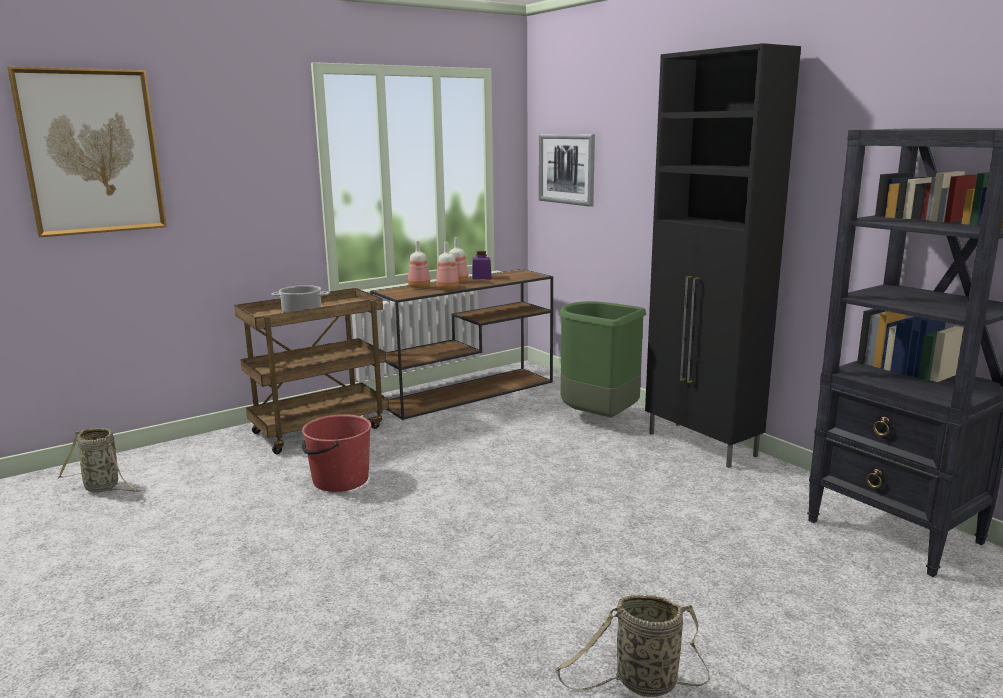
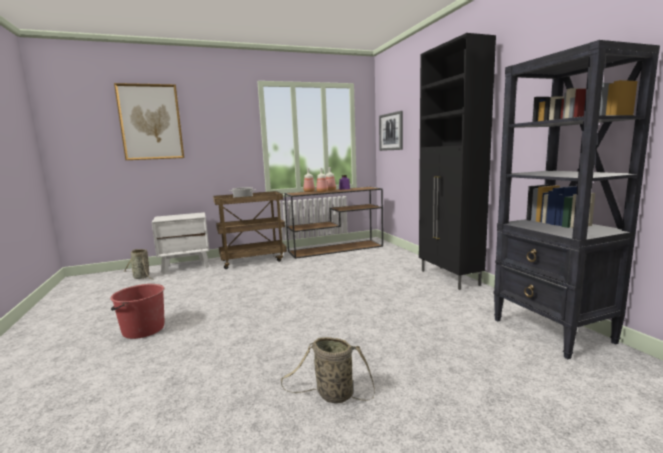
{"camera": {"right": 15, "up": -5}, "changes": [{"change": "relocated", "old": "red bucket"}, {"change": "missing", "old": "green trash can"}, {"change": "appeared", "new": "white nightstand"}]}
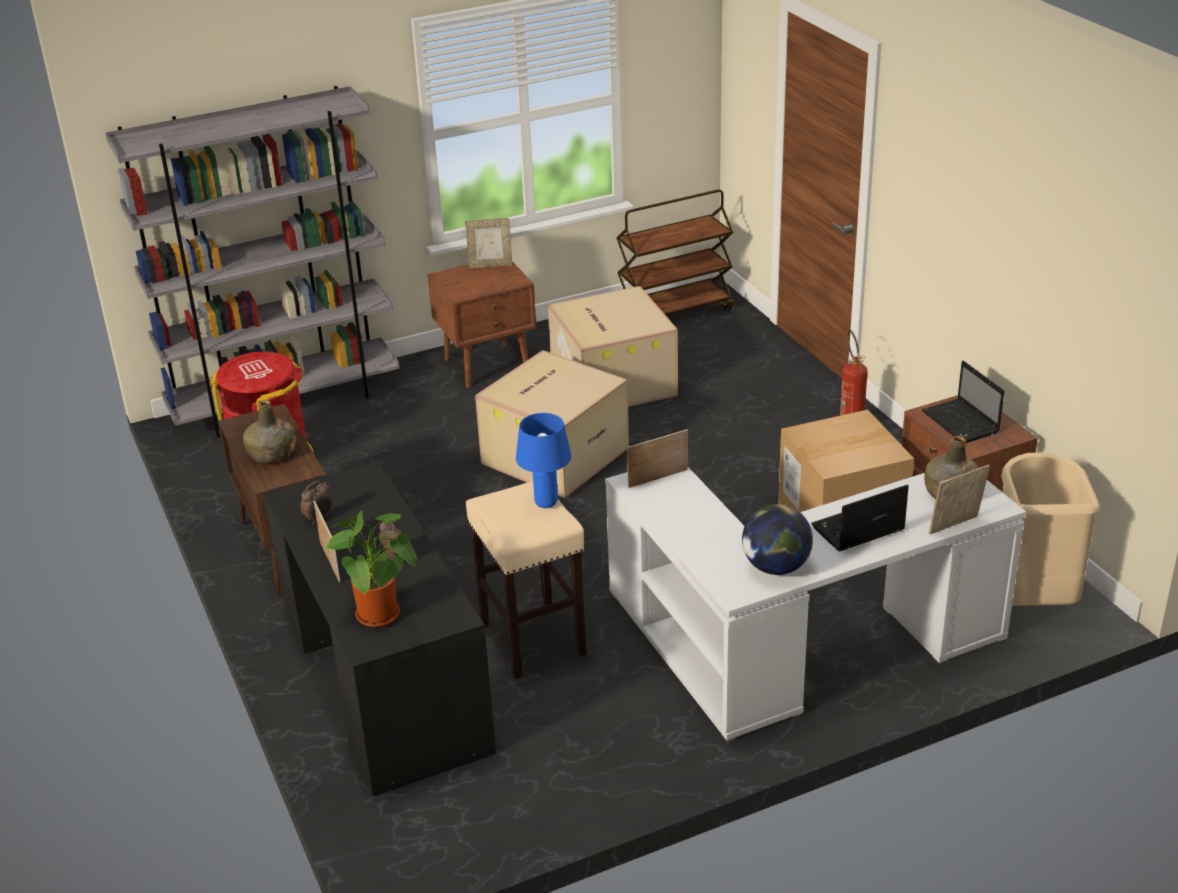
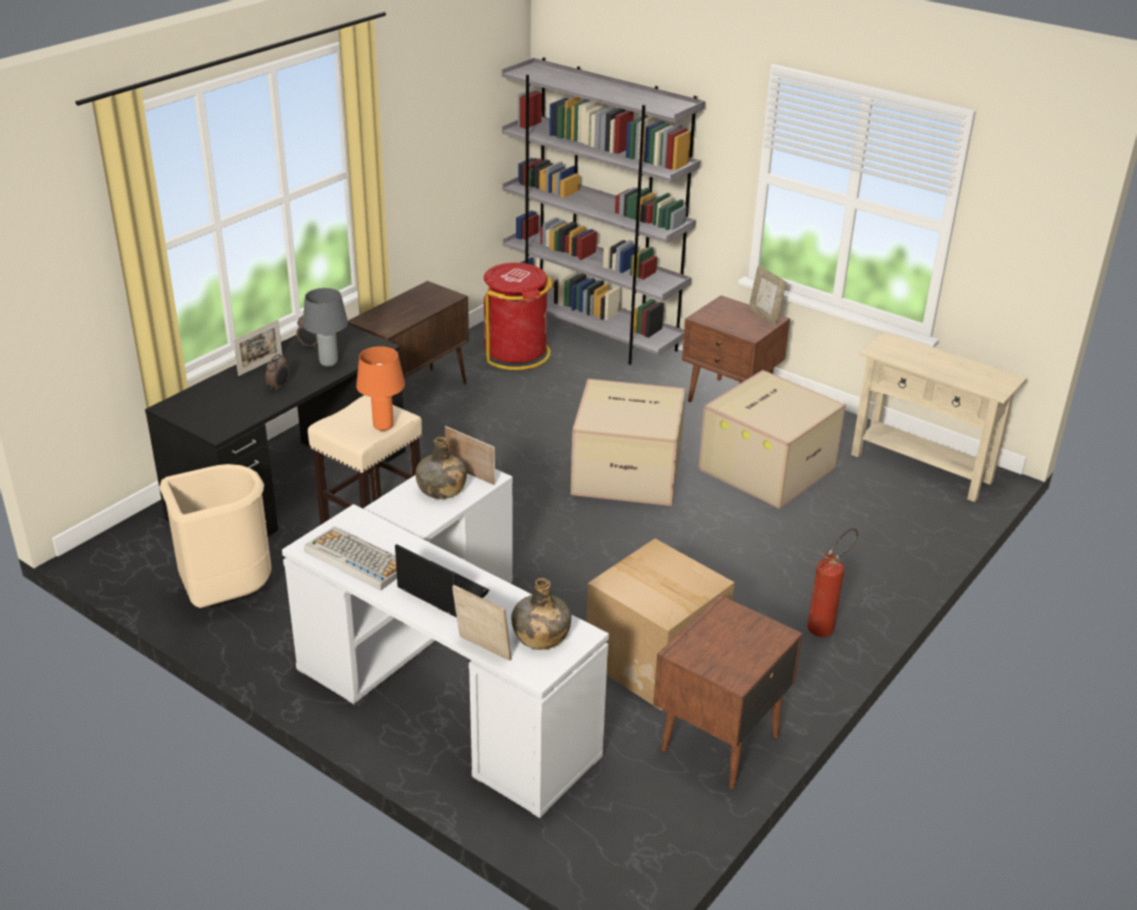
{"camera": {"right": 60, "up": 0}, "changes": [{"change": "relocated", "old": "green bottle (no. 1 from left)"}, {"change": "missing", "old": "potted plant"}, {"change": "colour", "old": "blue table lamp", "new": "orange table lamp"}, {"change": "exchanged", "old": "brown cart", "new": "beige console table"}, {"change": "exchanged", "old": "globe", "new": "keyboard"}, {"change": "missing", "old": "laptop (no. 2 from left)"}, {"change": "relocated", "old": "beige trash can"}, {"change": "appeared", "new": "grey table lamp"}]}
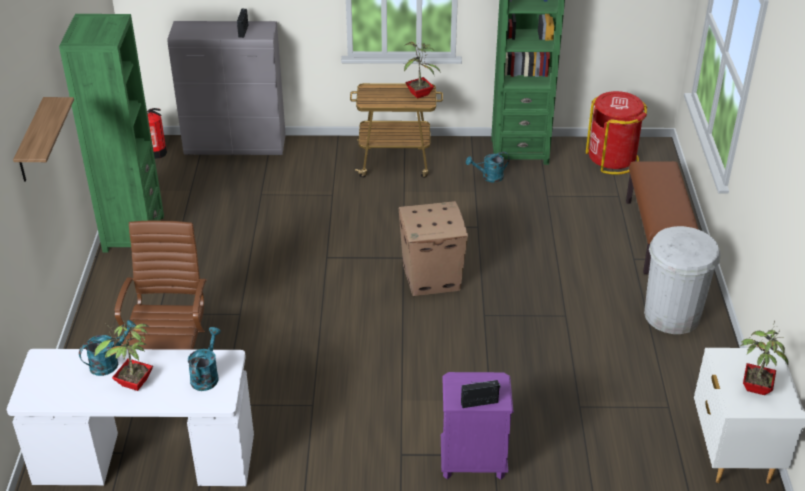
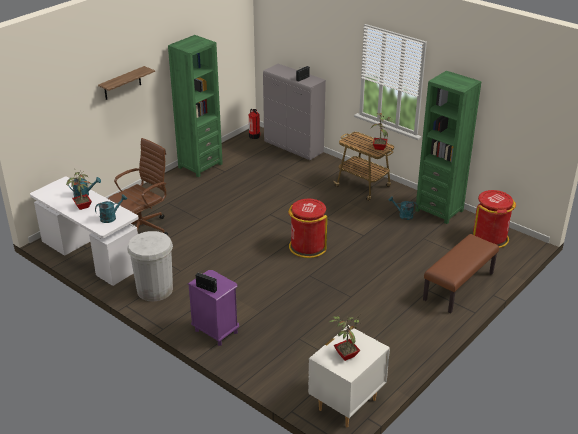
{"camera": {"right": 40, "up": -5}, "changes": [{"change": "exchanged", "old": "cardboard box", "new": "red trash can (no. 1 from left)"}, {"change": "relocated", "old": "white trash can"}]}
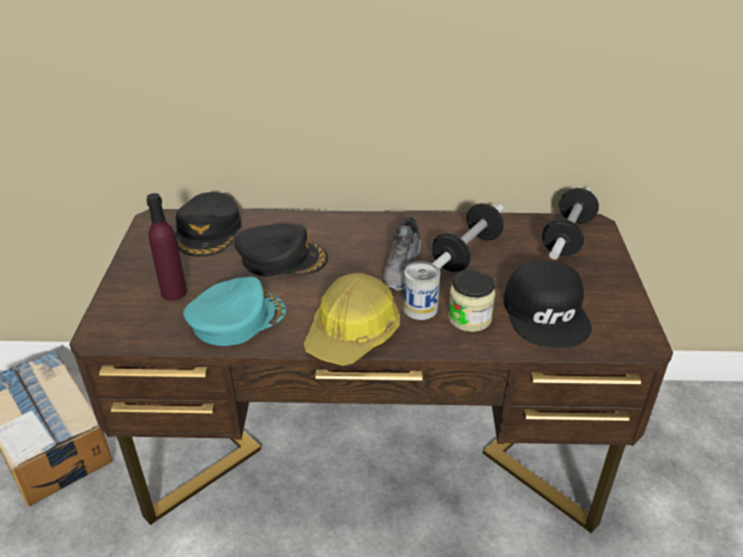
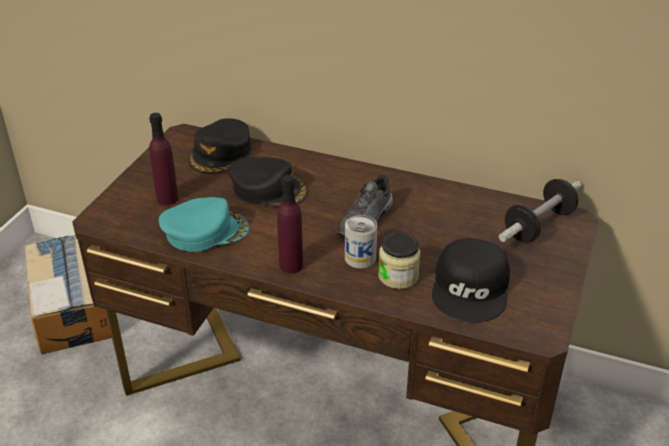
{"camera": {"right": 20, "up": 0}, "changes": [{"change": "exchanged", "old": "hard hat", "new": "purple bottle (no. 2 from left)"}, {"change": "missing", "old": "dumbbell (no. 1 from left)"}]}
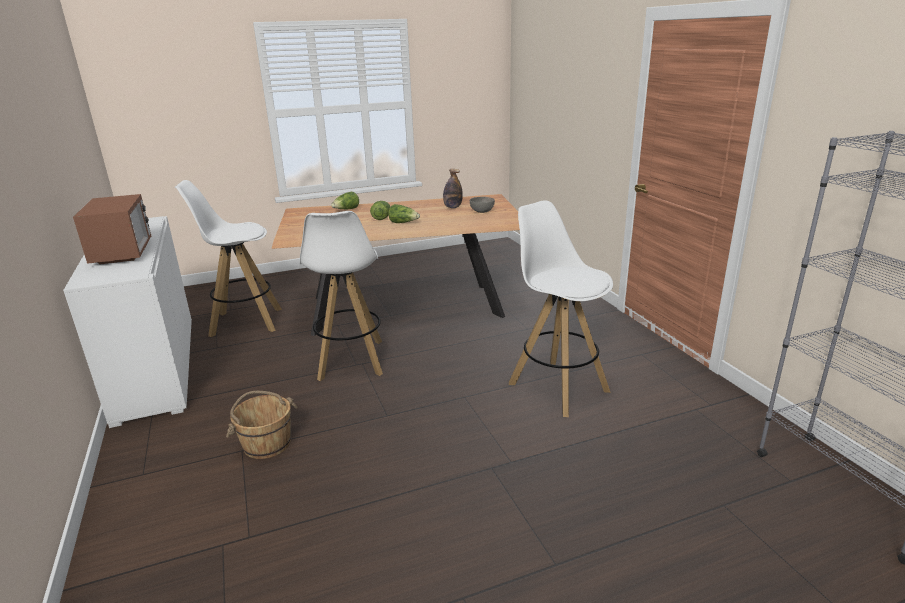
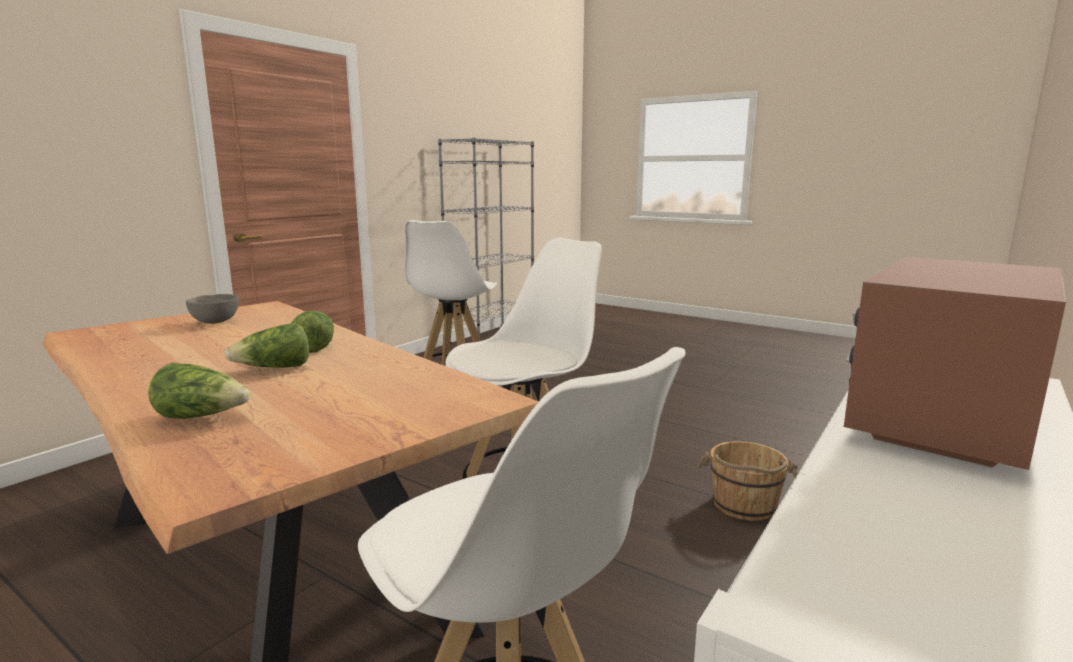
{"camera": {"right": -125, "up": -10}, "changes": [{"change": "missing", "old": "bottle"}]}
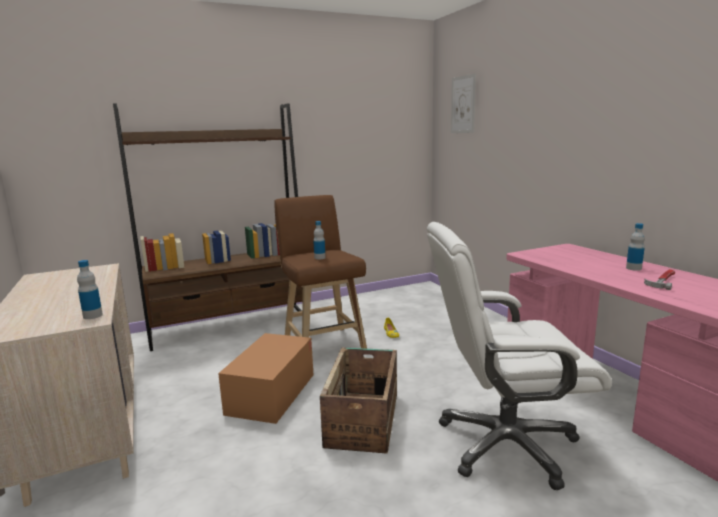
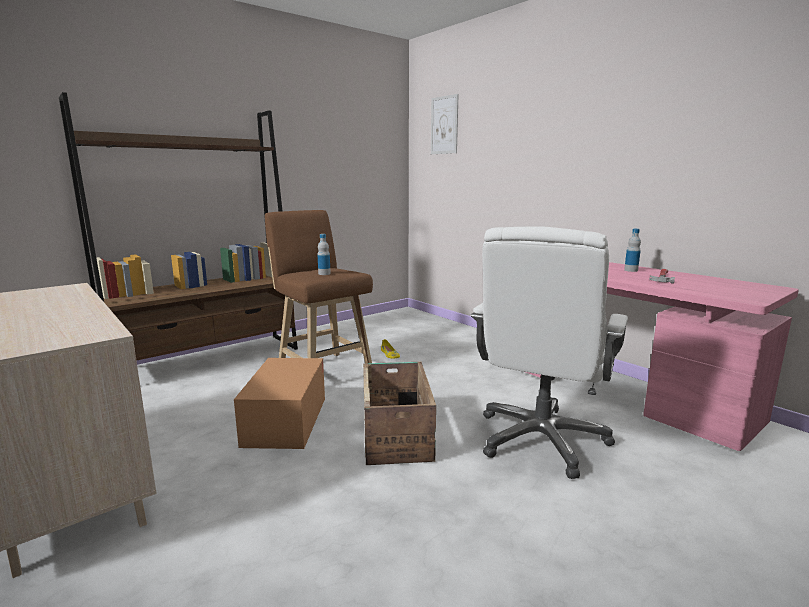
{"camera": {"right": -15, "up": 0}, "changes": [{"change": "missing", "old": "bottle (no. 1 from left)"}, {"change": "spun", "old": "white office chair", "degrees": -45}]}
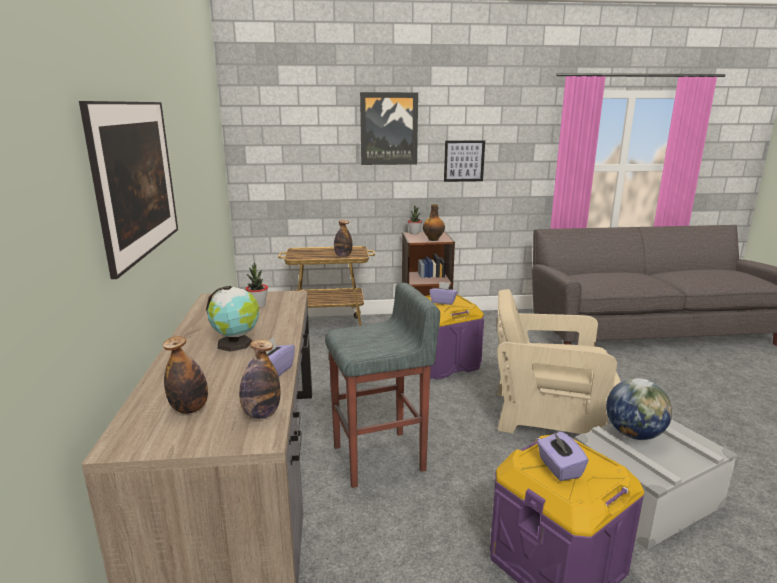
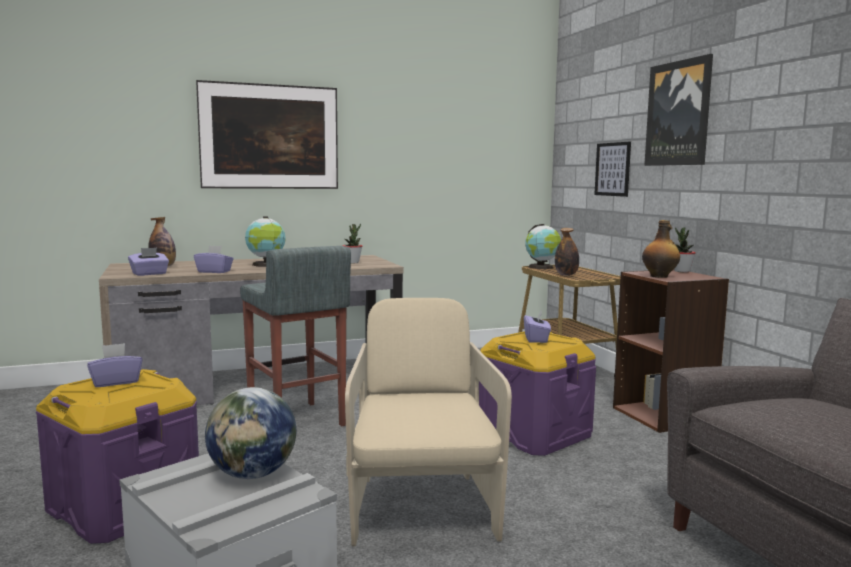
{"camera": {"right": 75, "up": -10}, "changes": [{"change": "exchanged", "old": "bottle (no. 2 from left)", "new": "purple tissue box (no. 2 from left)"}, {"change": "relocated", "old": "picture (no. 3 from left in the first image)", "new": "picture (no. 2 from left)"}, {"change": "appeared", "new": "globe (no. 3 from left)"}]}
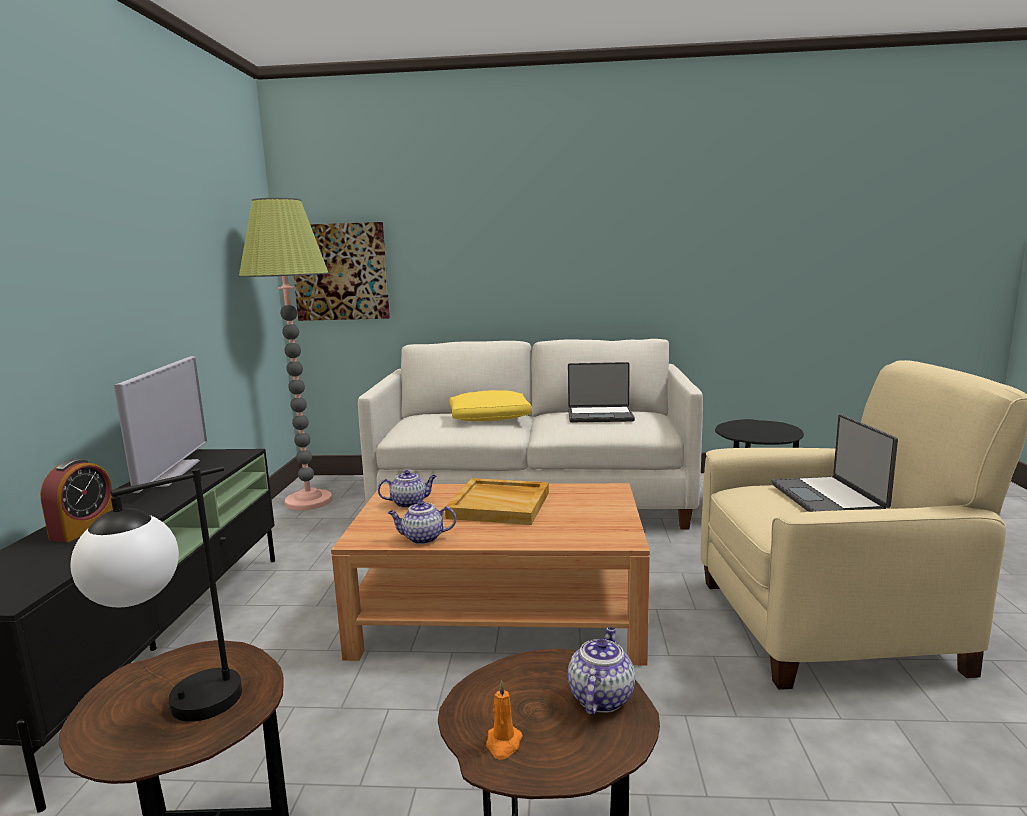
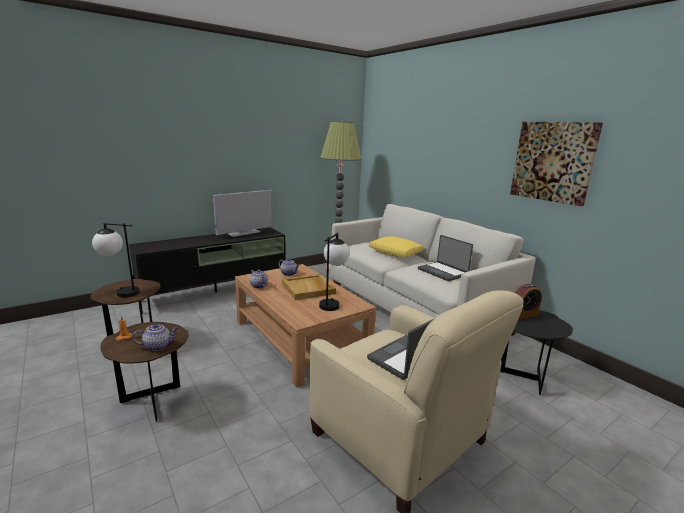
{"camera": {"right": 50, "up": 5}, "changes": [{"change": "relocated", "old": "alarm clock"}, {"change": "relocated", "old": "picture"}, {"change": "appeared", "new": "table lamp (no. 2 from left)"}]}
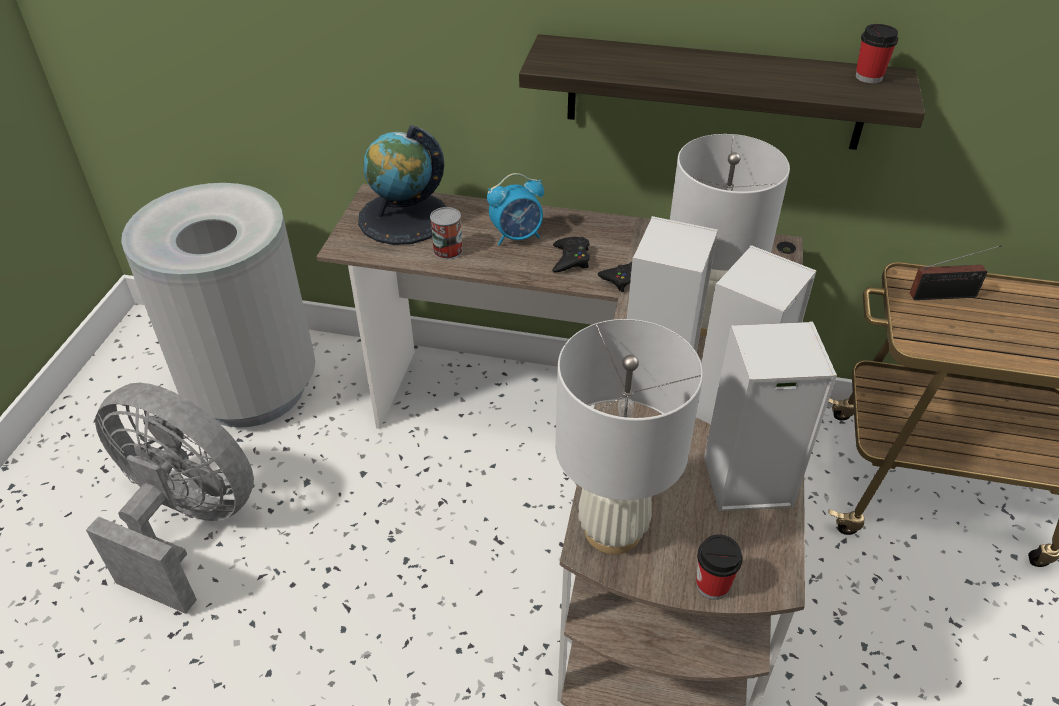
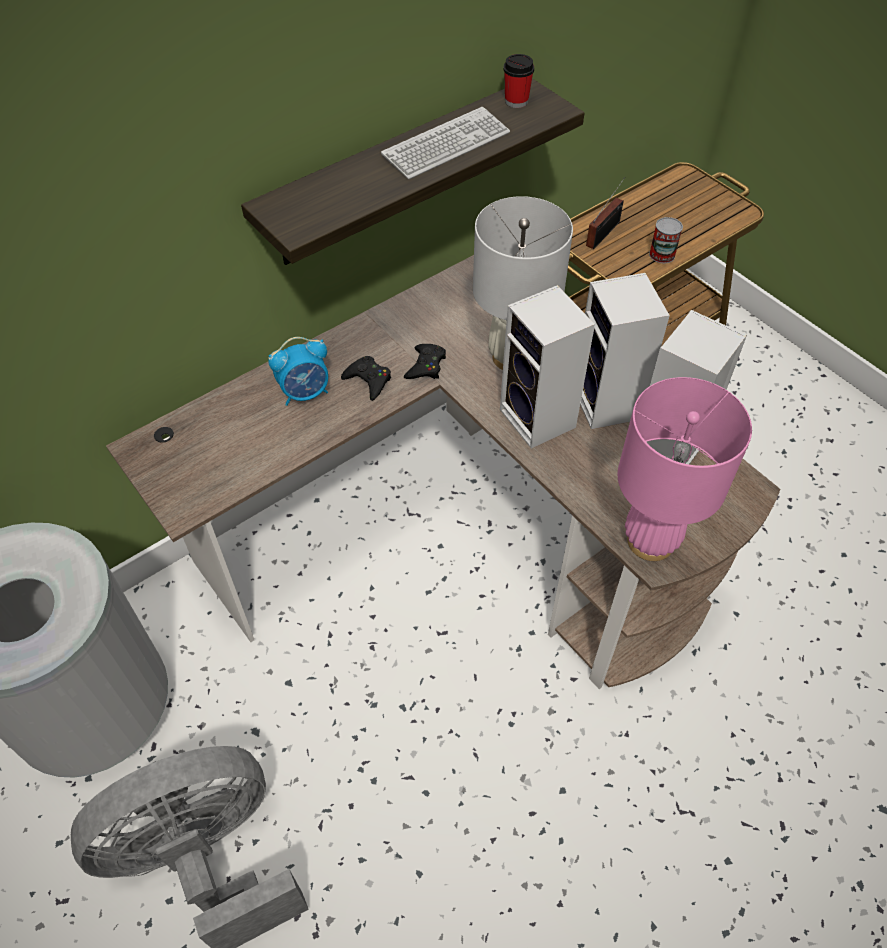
{"camera": {"right": -50, "up": 10}, "changes": [{"change": "missing", "old": "globe"}, {"change": "relocated", "old": "can"}, {"change": "spun", "old": "alarm clock", "degrees": 45}, {"change": "colour", "old": "white table lamp (no. 1 from left)", "new": "pink table lamp"}, {"change": "missing", "old": "cup (no. 1 from left)"}, {"change": "appeared", "new": "keyboard"}]}
